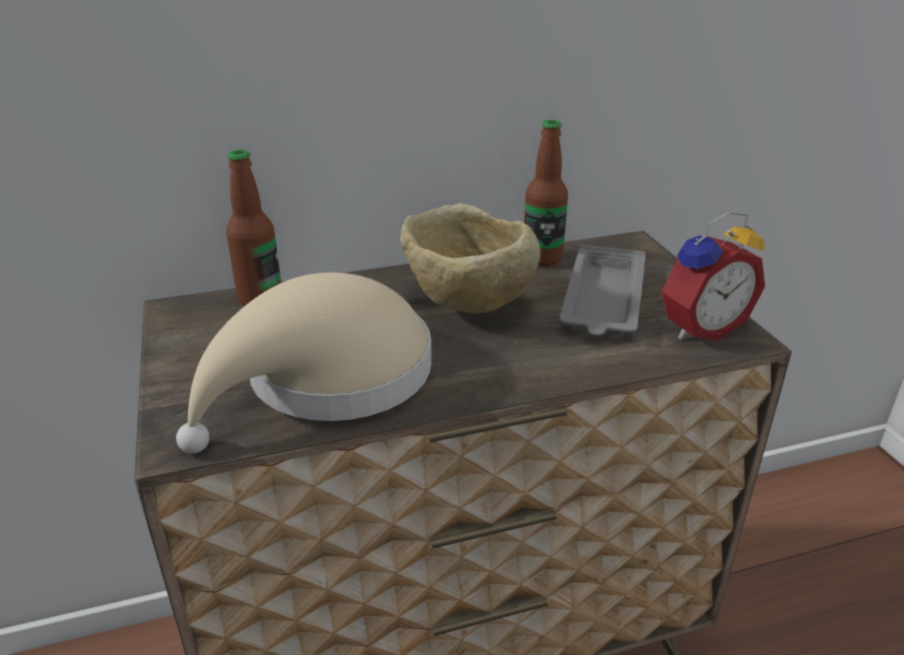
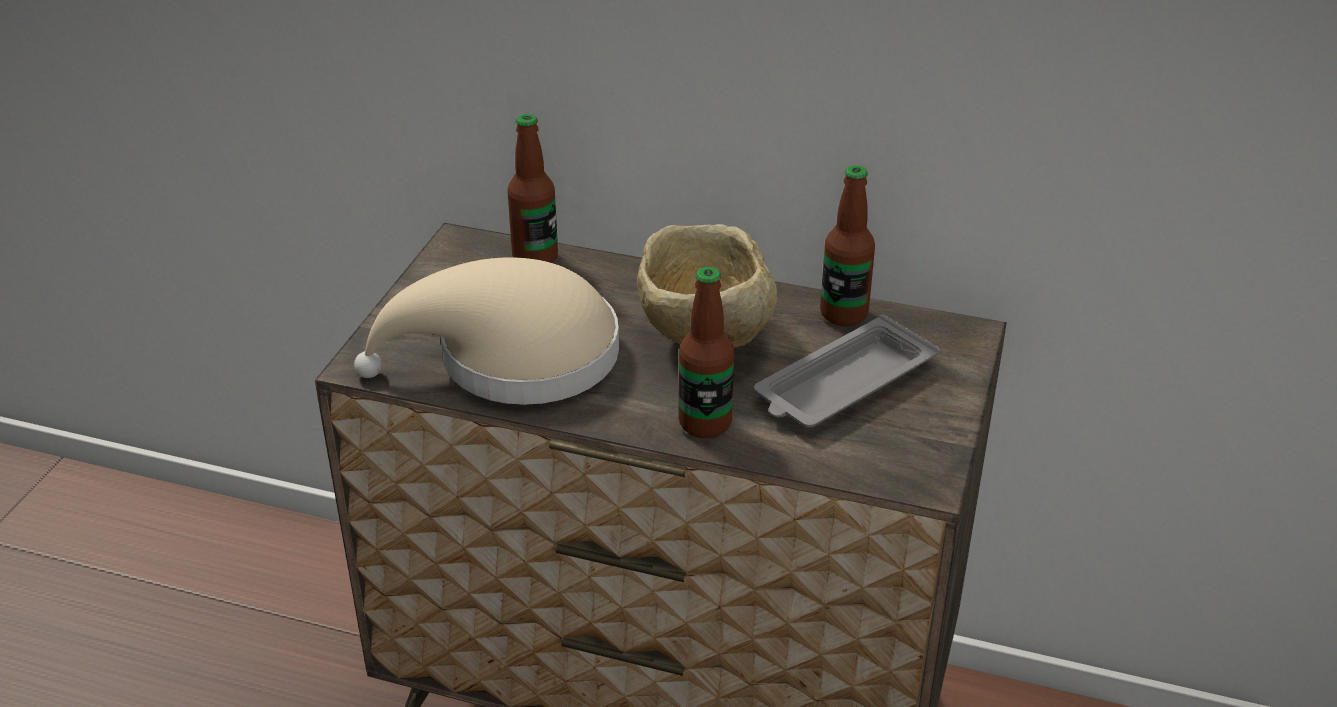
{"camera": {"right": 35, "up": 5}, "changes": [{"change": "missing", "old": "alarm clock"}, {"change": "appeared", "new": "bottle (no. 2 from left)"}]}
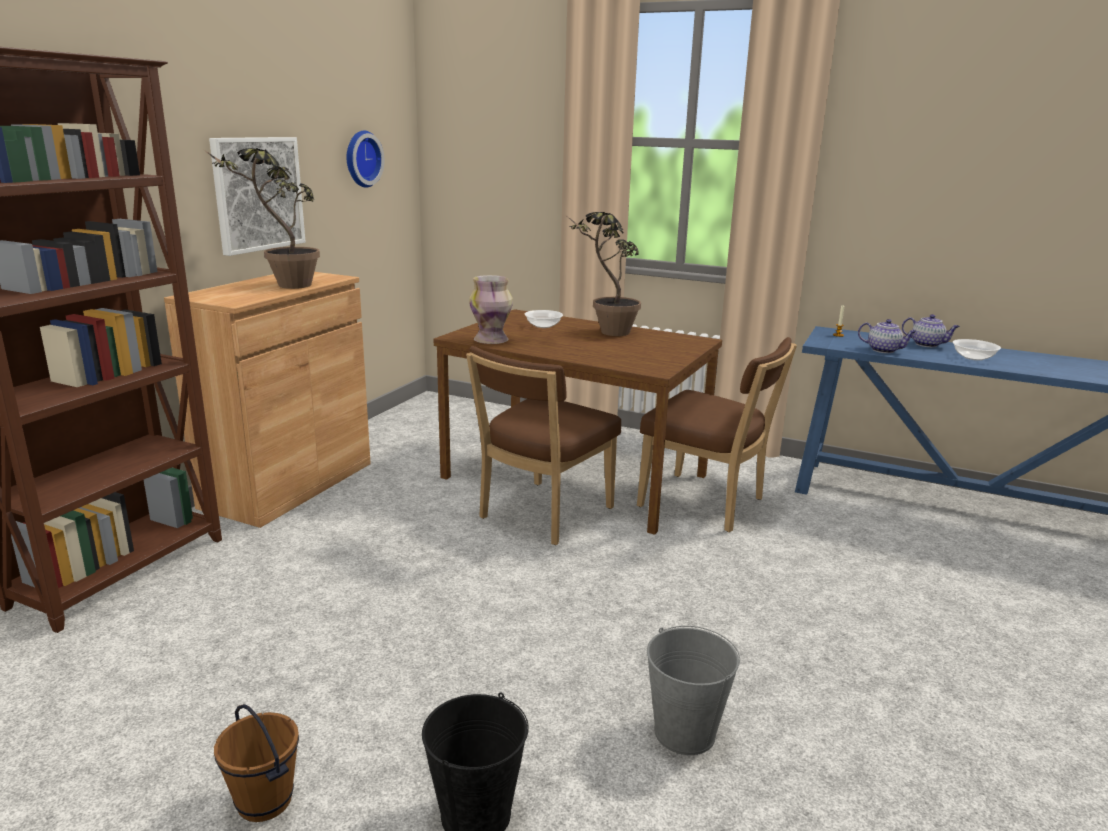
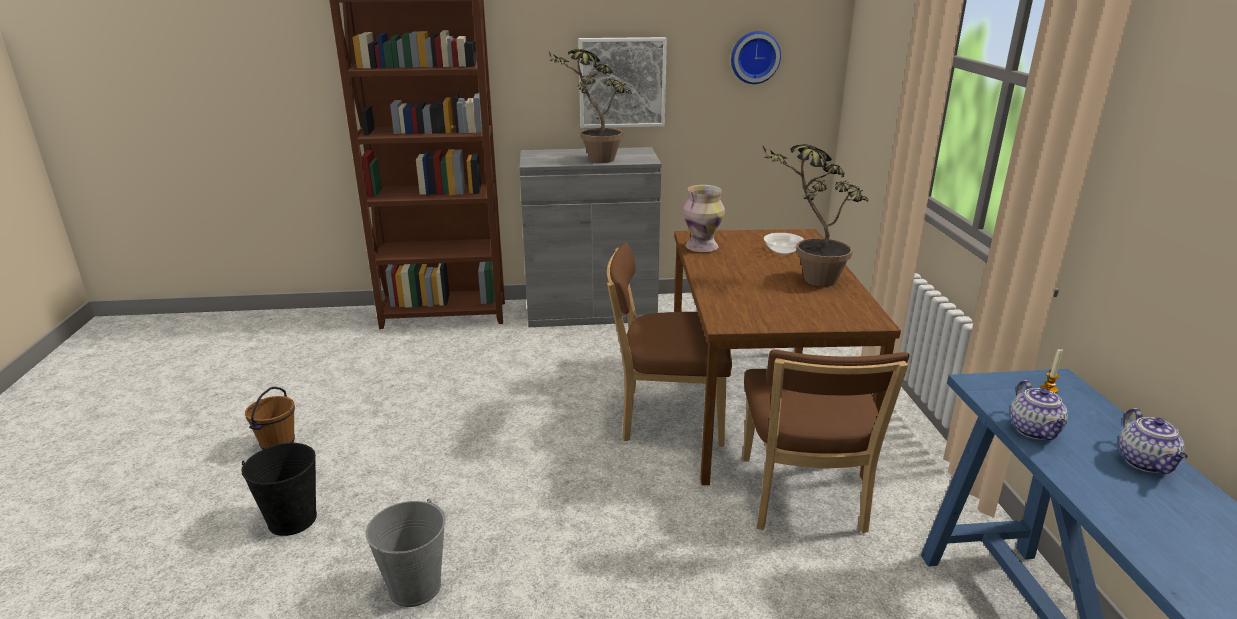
{"camera": {"right": 60, "up": 5}, "changes": [{"change": "colour", "old": "brown cabinet", "new": "grey cabinet"}, {"change": "missing", "old": "bowl (no. 2 from left)"}]}
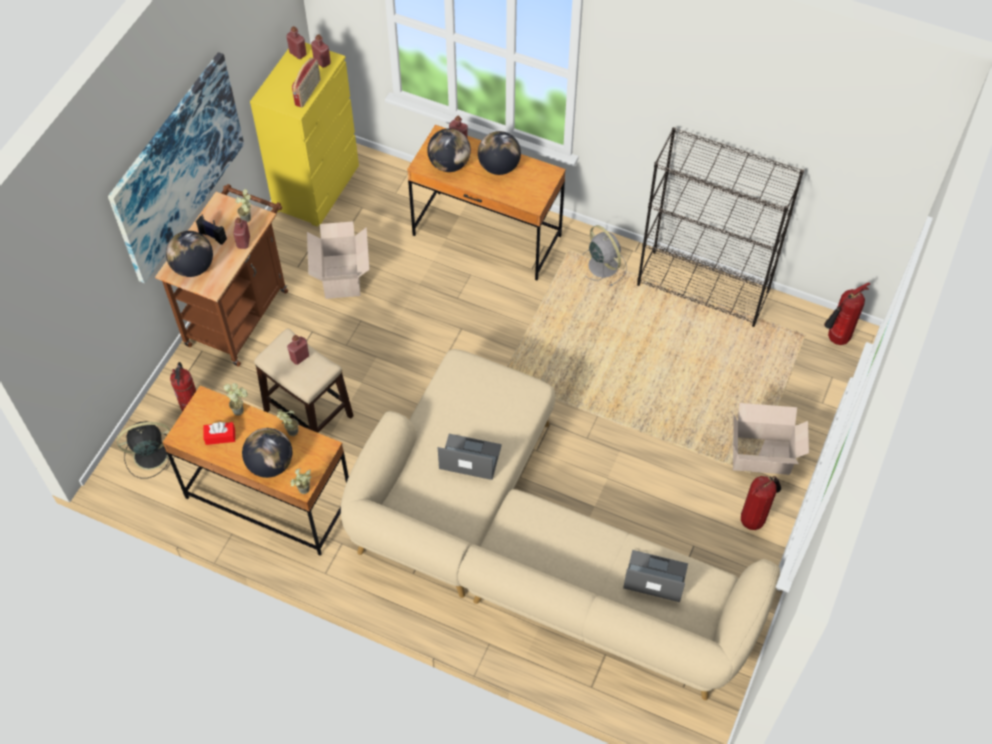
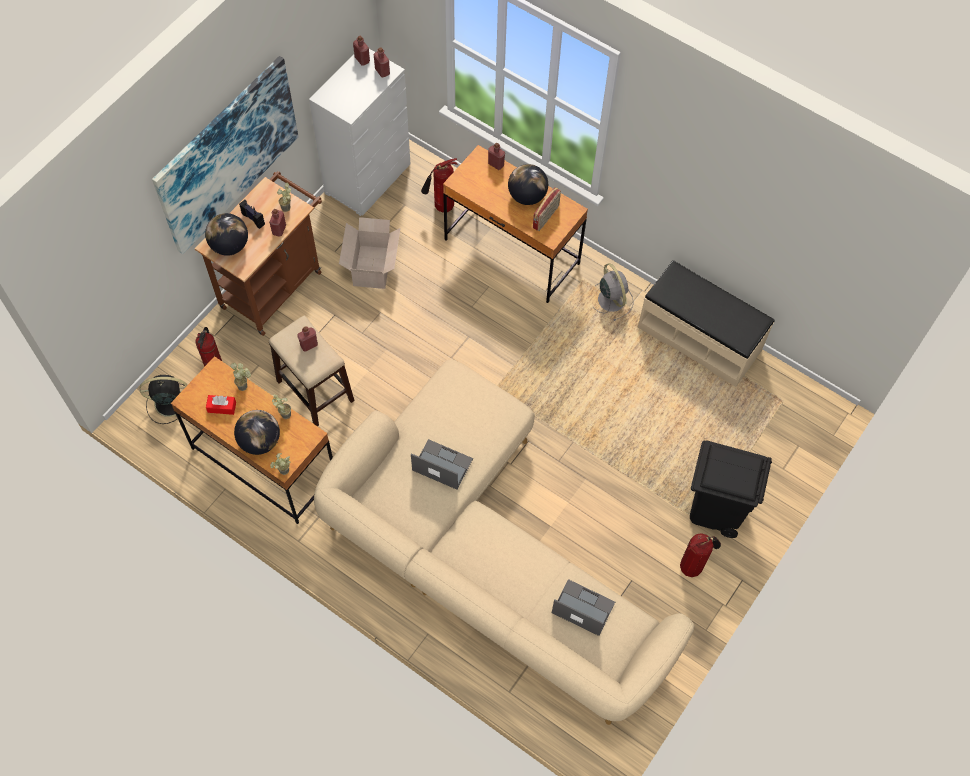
{"camera": {"right": 10, "up": 5}, "changes": [{"change": "colour", "old": "yellow dresser", "new": "white dresser"}, {"change": "relocated", "old": "radio (no. 2 from left)"}, {"change": "missing", "old": "globe (no. 3 from left)"}, {"change": "exchanged", "old": "black bookcase", "new": "beige bench"}, {"change": "exchanged", "old": "cardboard box (no. 2 from left)", "new": "black trash can"}, {"change": "relocated", "old": "fire extinguisher (no. 3 from left in the first image)", "new": "fire extinguisher (no. 2 from left)"}]}
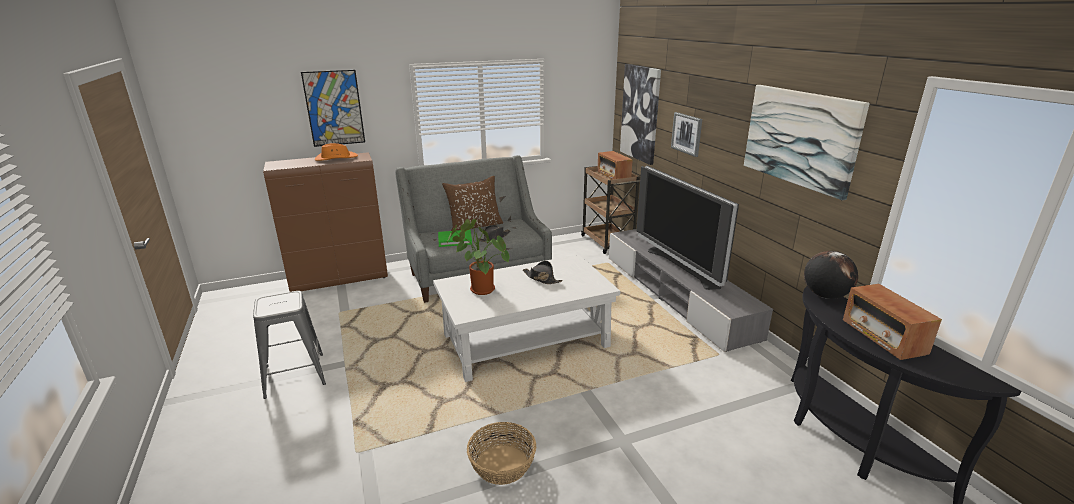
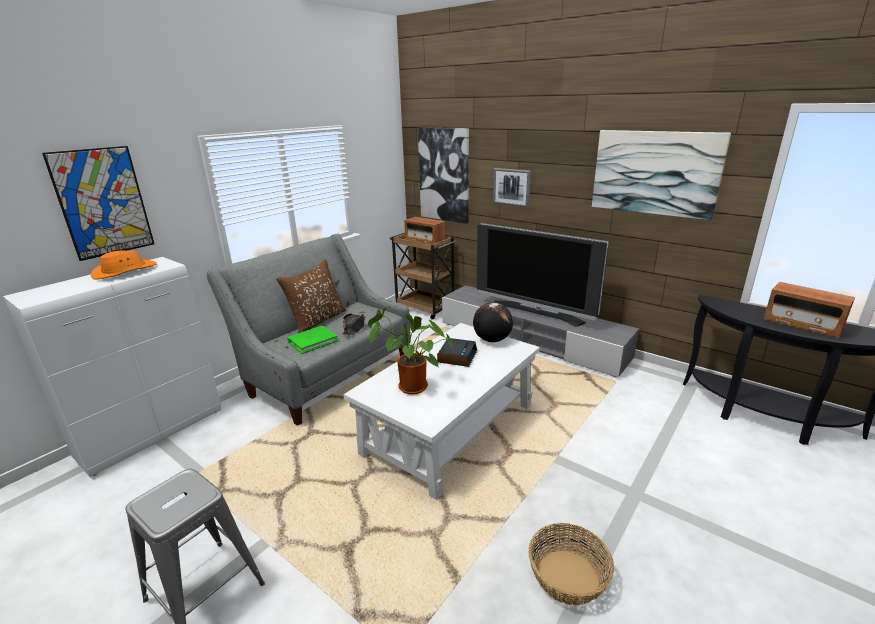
{"camera": {"right": -30, "up": 0}, "changes": [{"change": "colour", "old": "brown cabinet", "new": "white cabinet"}, {"change": "exchanged", "old": "black hat (no. 2 from left)", "new": "alarm clock"}, {"change": "relocated", "old": "globe"}]}
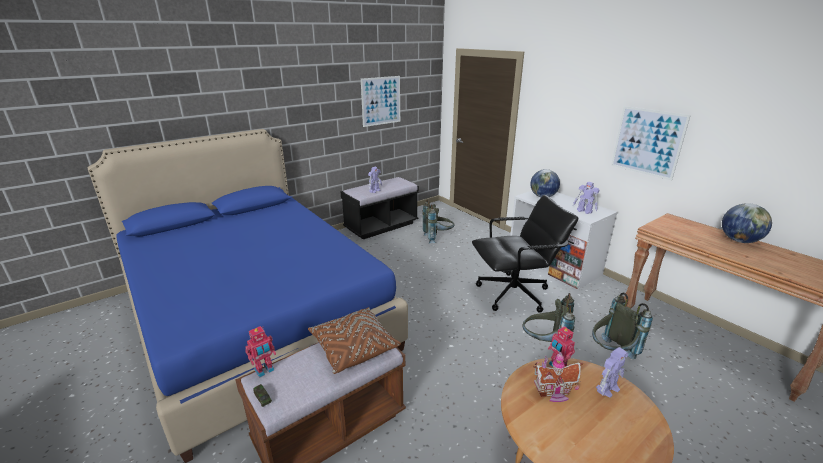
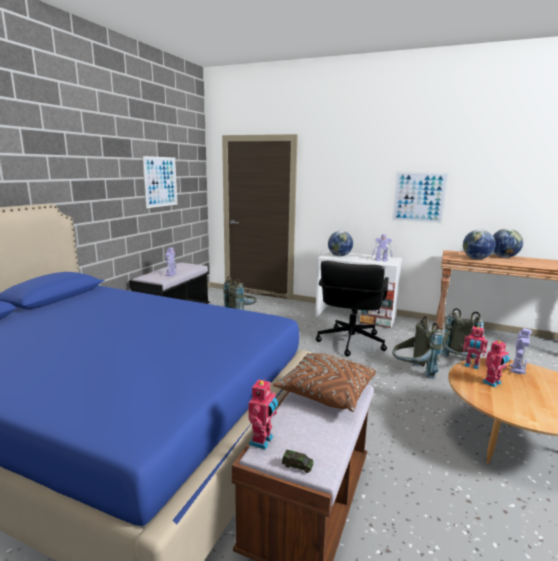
{"camera": {"right": -30, "up": -10}, "changes": [{"change": "spun", "old": "black office chair", "degrees": 150}, {"change": "exchanged", "old": "toy house", "new": "toy robot (no. 5 from left)"}, {"change": "appeared", "new": "globe (no. 2 from left)"}]}
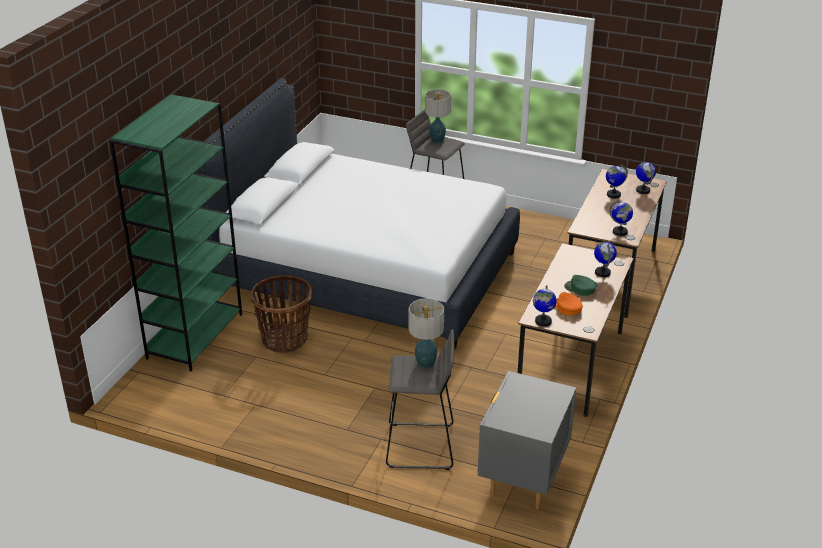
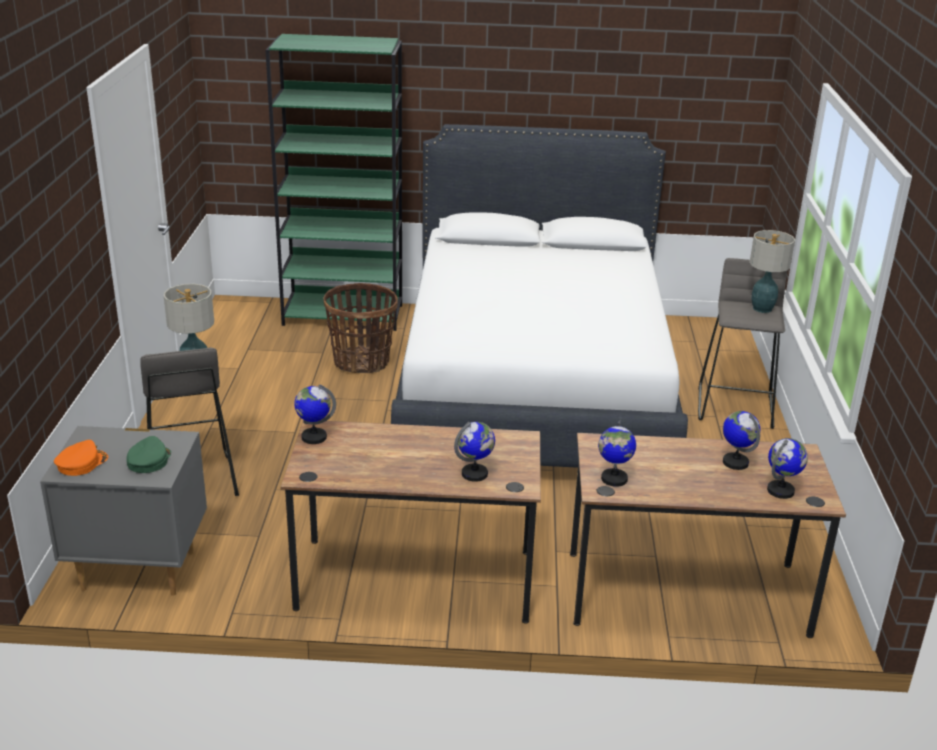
{"camera": {"right": 70, "up": -5}, "changes": [{"change": "relocated", "old": "orange cap"}, {"change": "relocated", "old": "green cap"}]}
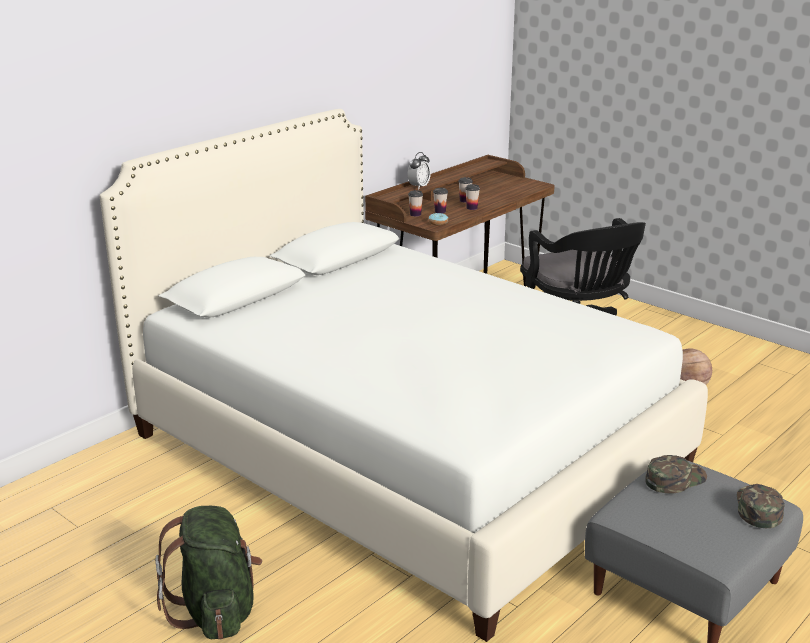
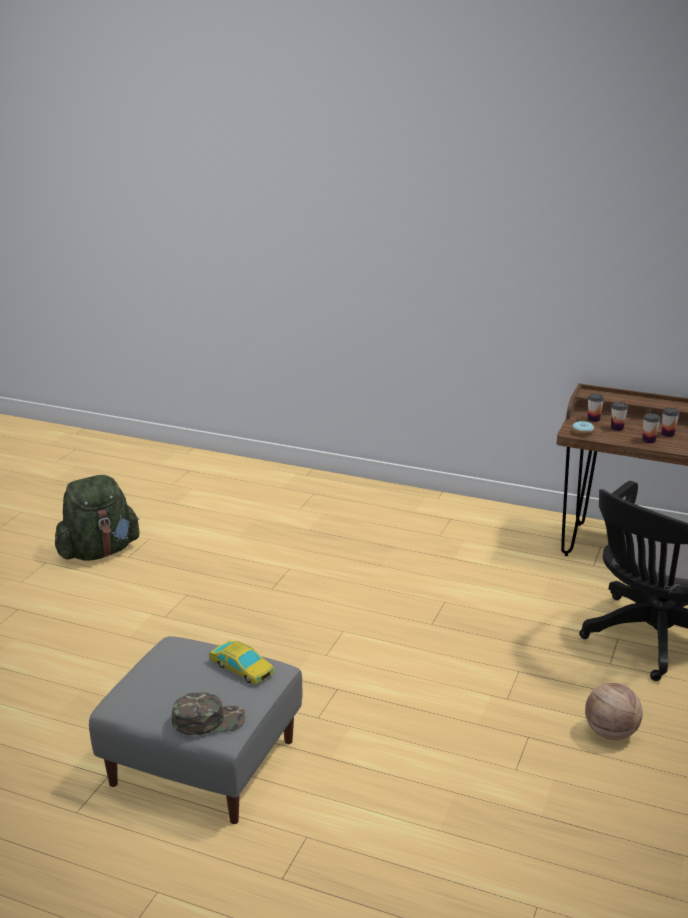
{"camera": {"right": 70, "up": 0}, "changes": [{"change": "missing", "old": "white bed"}, {"change": "missing", "old": "alarm clock"}, {"change": "exchanged", "old": "green cap (no. 1 from left)", "new": "toy car"}]}
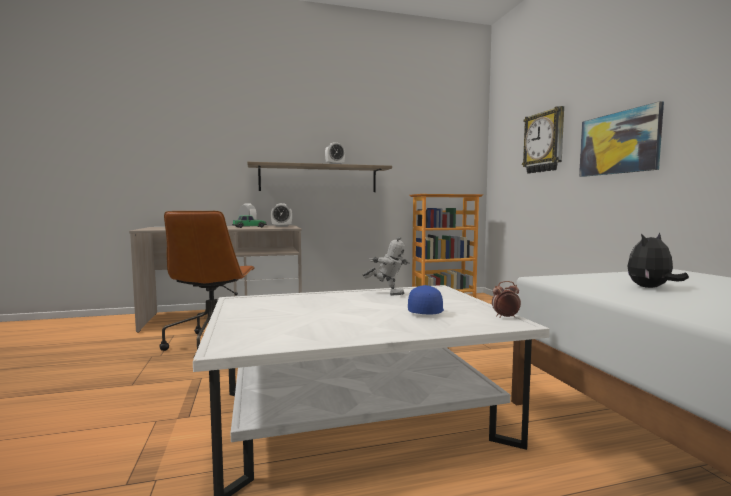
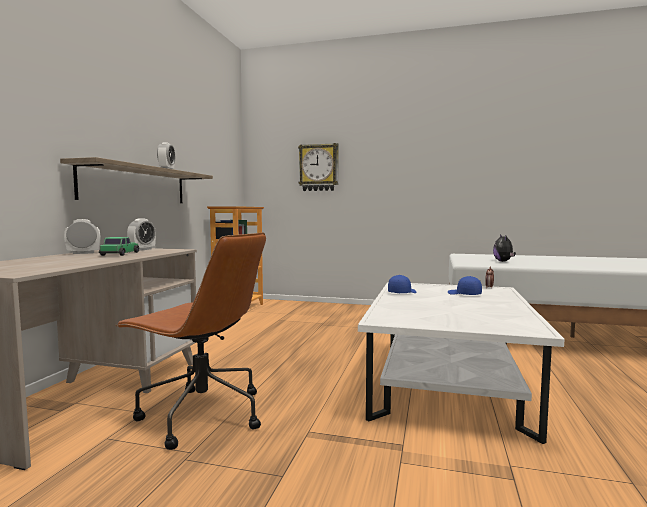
{"camera": {"right": -60, "up": 0}, "changes": [{"change": "exchanged", "old": "toy robot", "new": "blue cap (no. 1 from left)"}, {"change": "missing", "old": "picture"}]}
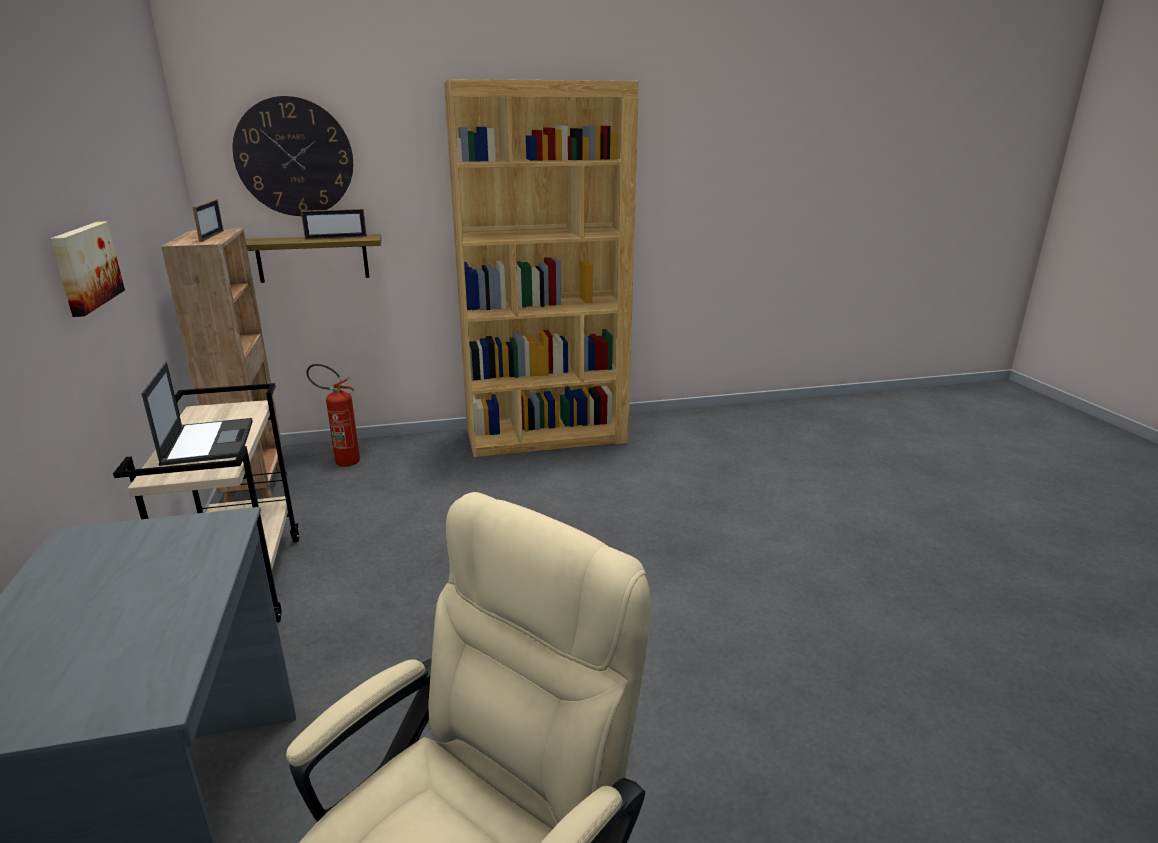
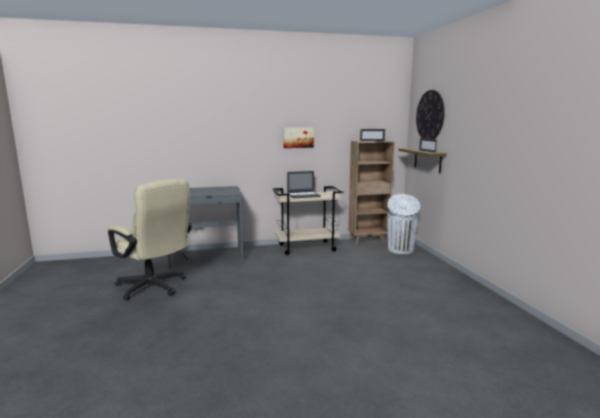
{"camera": {"right": 90, "up": -10}, "changes": [{"change": "exchanged", "old": "fire extinguisher", "new": "white trash can"}, {"change": "missing", "old": "brown bookcase (no. 2 from left)"}]}
